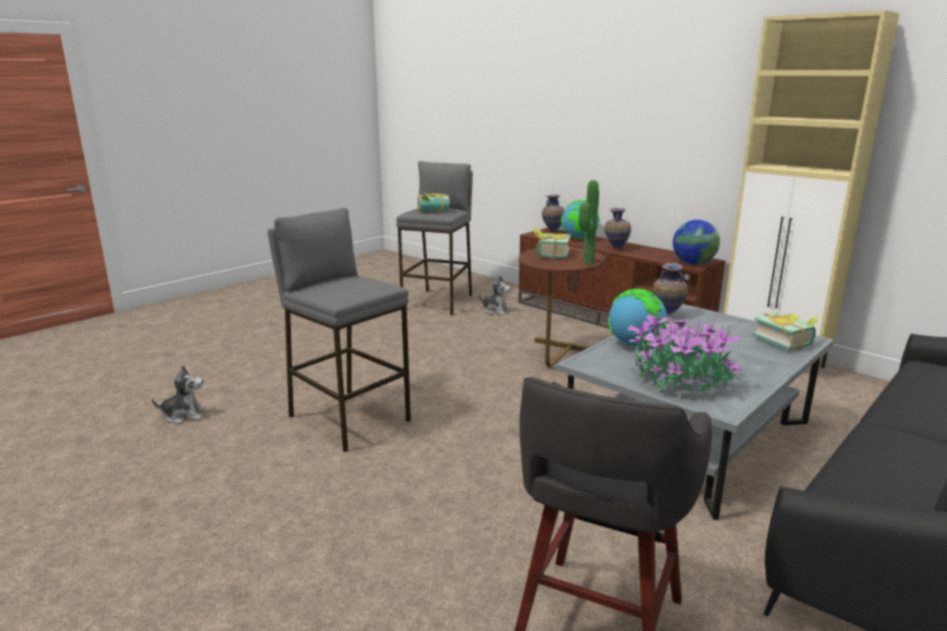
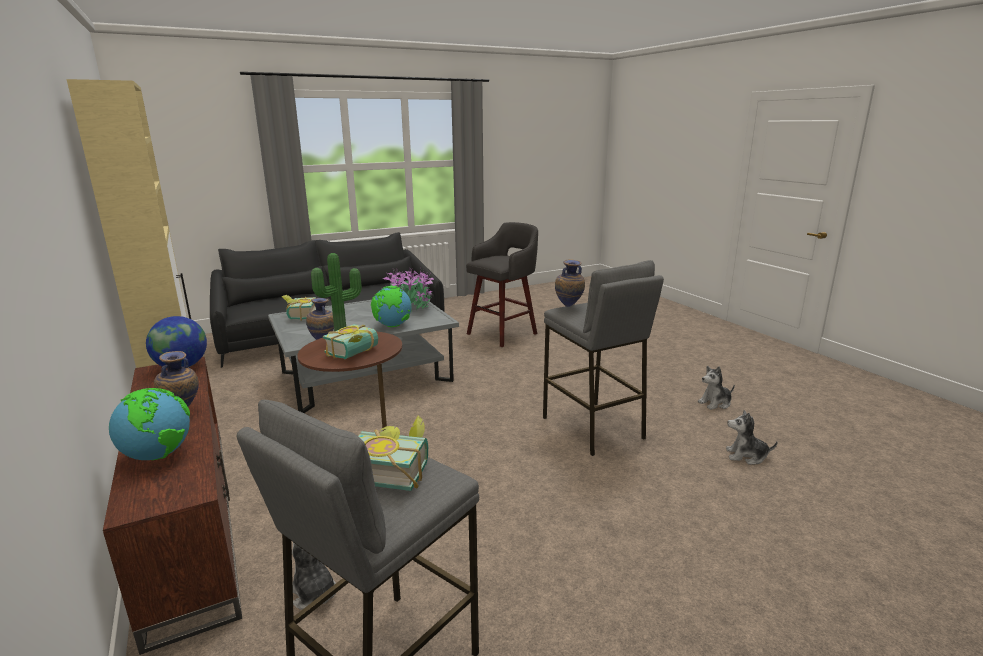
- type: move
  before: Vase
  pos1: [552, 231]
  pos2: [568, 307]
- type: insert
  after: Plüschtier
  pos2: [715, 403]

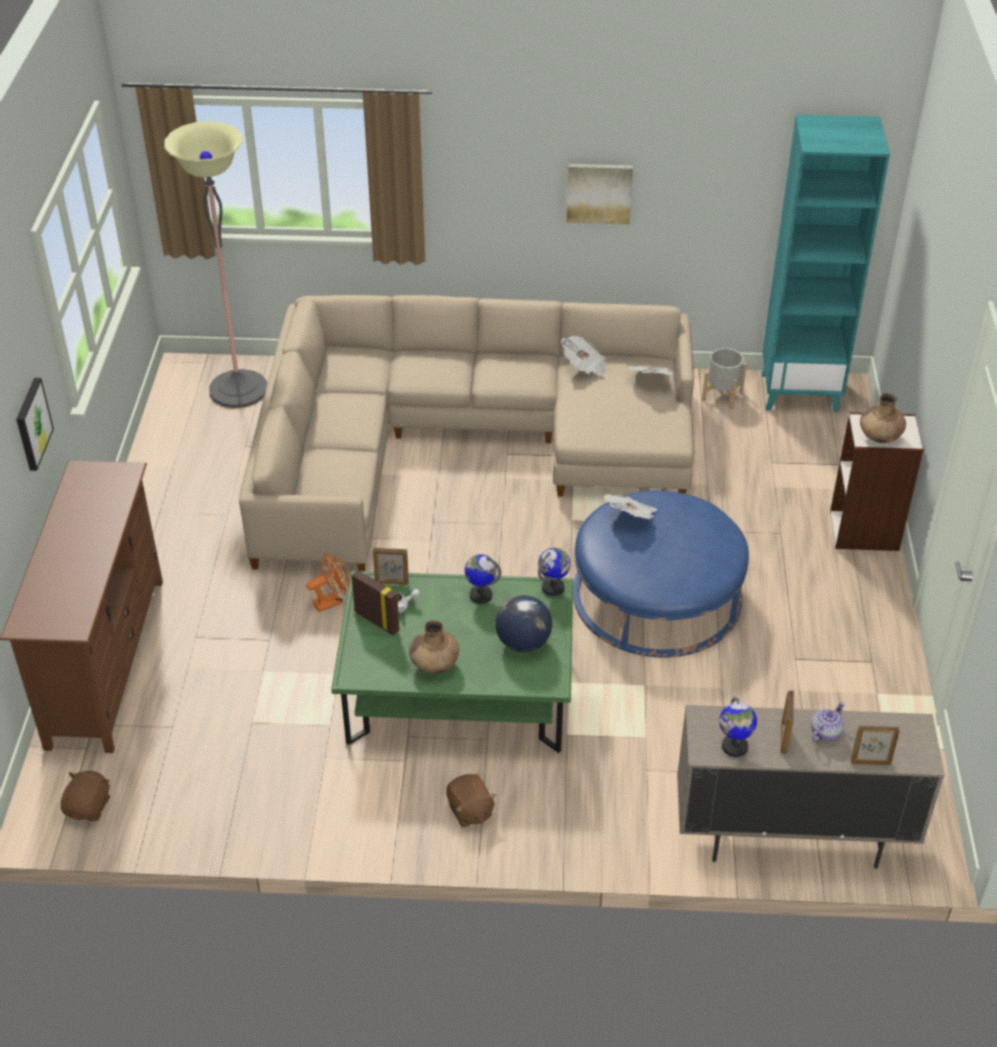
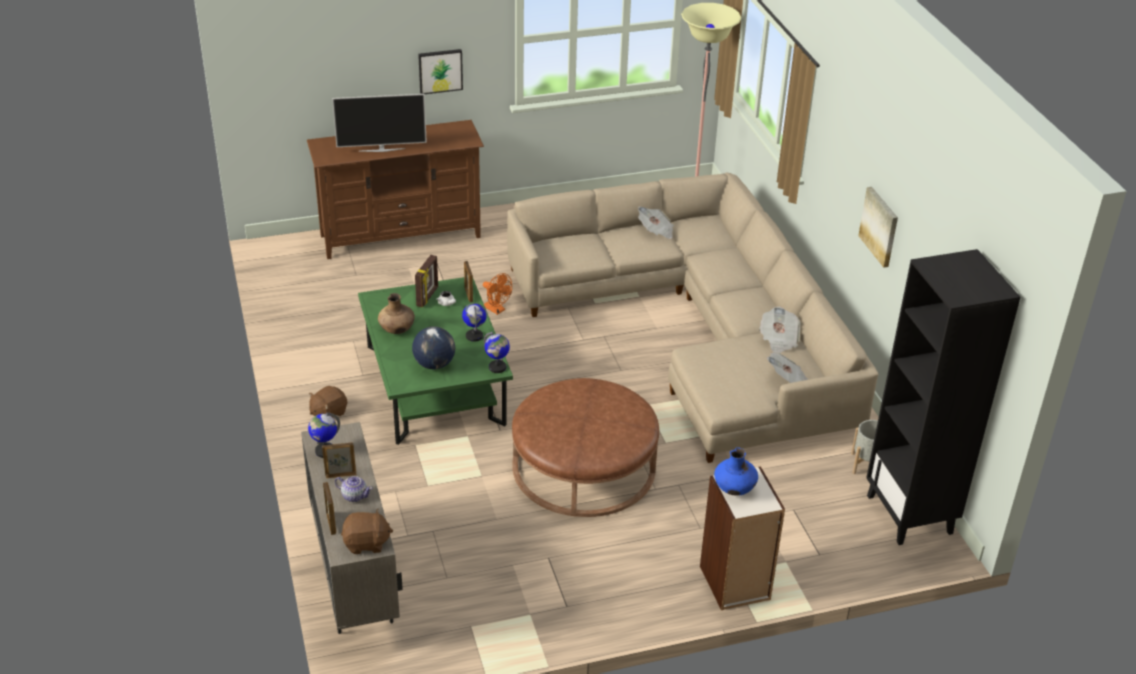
- type: recolor
  before: Bücherregal [türkis]
  after: Bücherregal [schwarz]
  pos1: [800, 392]
  pos2: [910, 515]
- type: recolor
  before: Vase [braun]
  after: Vase [blau]
  pos1: [879, 437]
  pos2: [734, 488]
- type: recolor
  before: Polsterhocker [blau]
  after: Polsterhocker [braun]
  pos1: [657, 595]
  pos2: [584, 466]
- type: move
  before: Zeitung
  pos1: [631, 517]
  pos2: [656, 231]
- type: move
  before: Plüschtier [braun]
  pos1: [89, 807]
  pos2: [366, 543]
- type: insert
  after: Fernseher
  pos2: [381, 149]

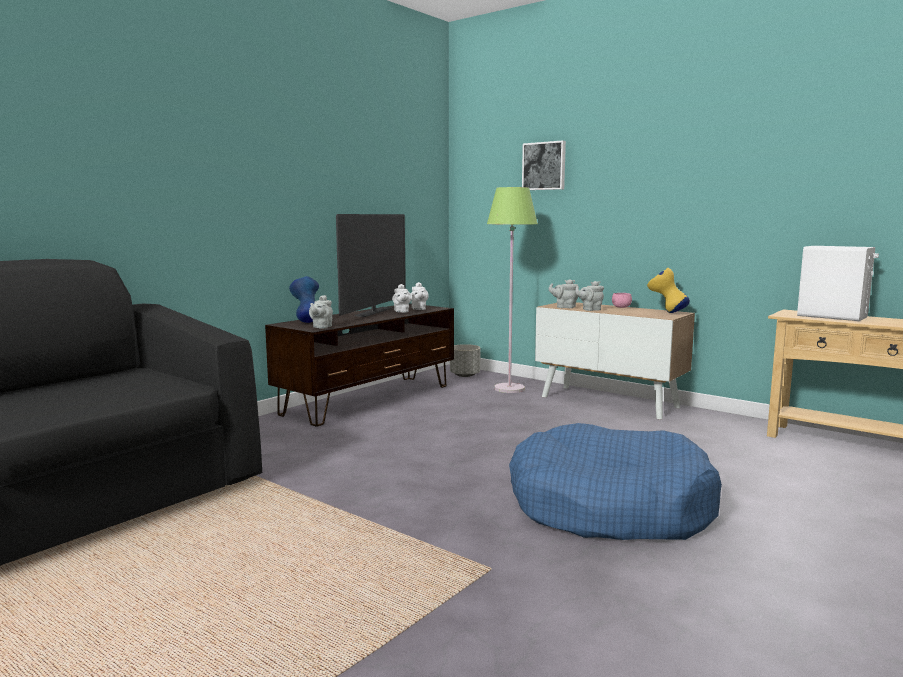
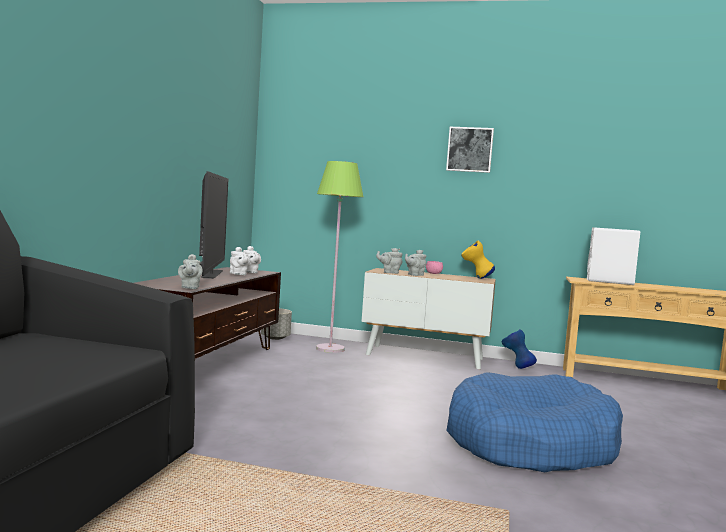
- type: move
  before: Bild
  pos1: [544, 166]
  pos2: [470, 149]
- type: move
  before: Vase [blau]
  pos1: [307, 322]
  pos2: [517, 367]

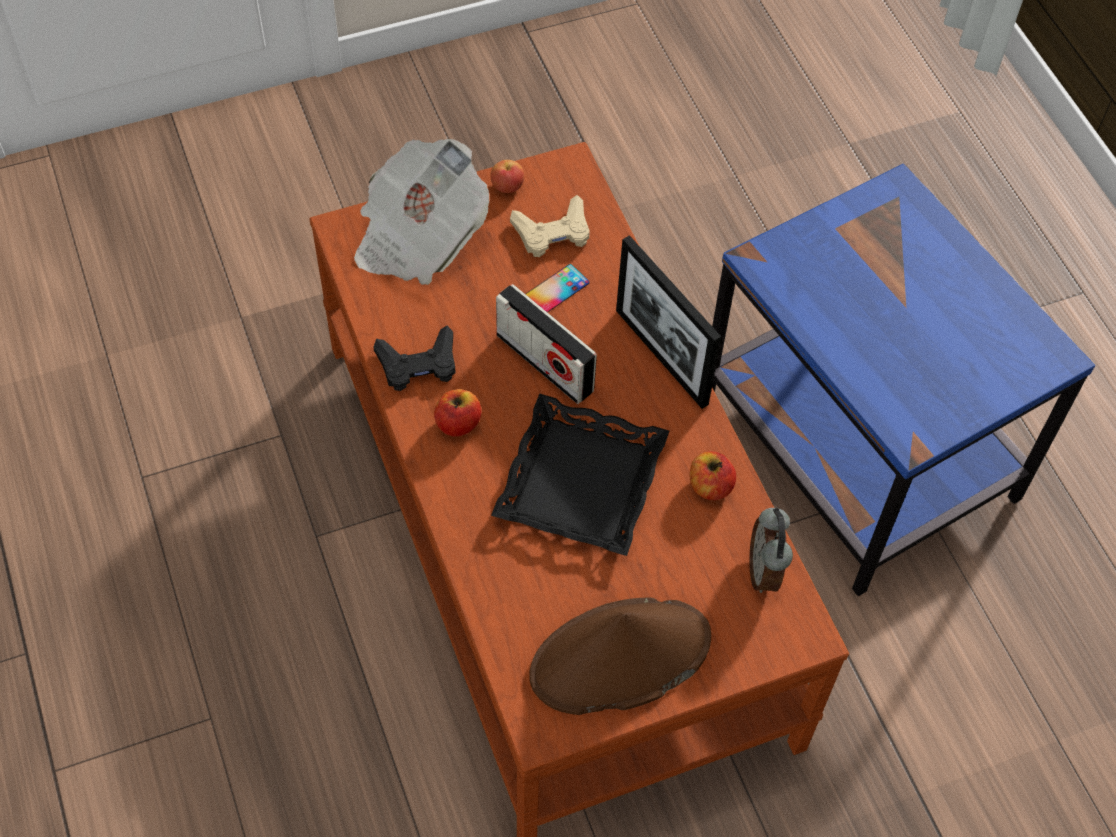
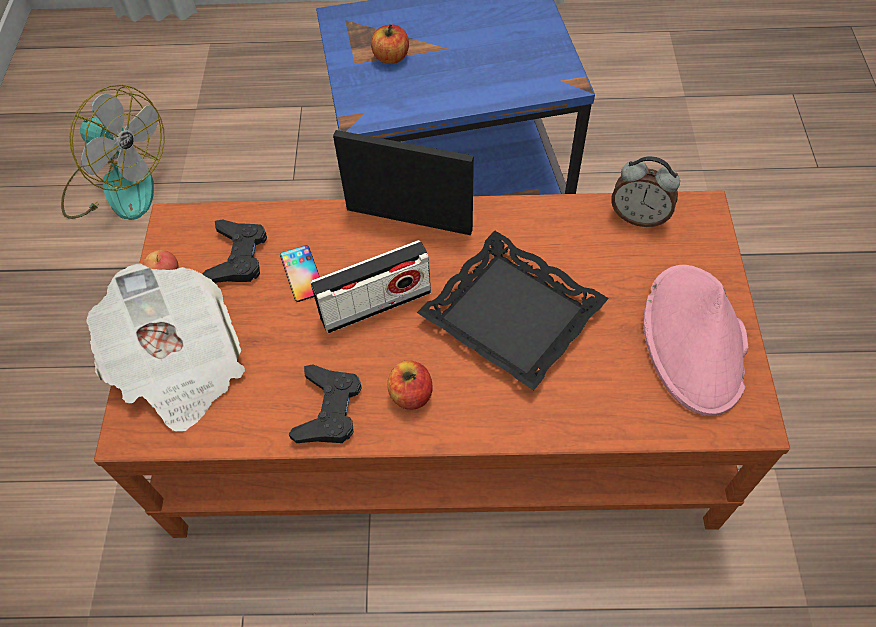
- type: recolor
  before: Gamepad [beige]
  after: Gamepad [schwarz]
  pos1: [552, 232]
  pos2: [238, 256]
- type: rotate
  before: Bilderrahmen
  pos1: [661, 357]
  pos2: [409, 219]
  turn: -150
- type: move
  before: Apfel
  pos1: [710, 486]
  pos2: [391, 57]
- type: recolor
  before: Hut [braun]
  after: Hut [rosa]
  pos1: [619, 658]
  pos2: [694, 340]
- type: insert
  after: Ventilator
  pos2: [118, 185]

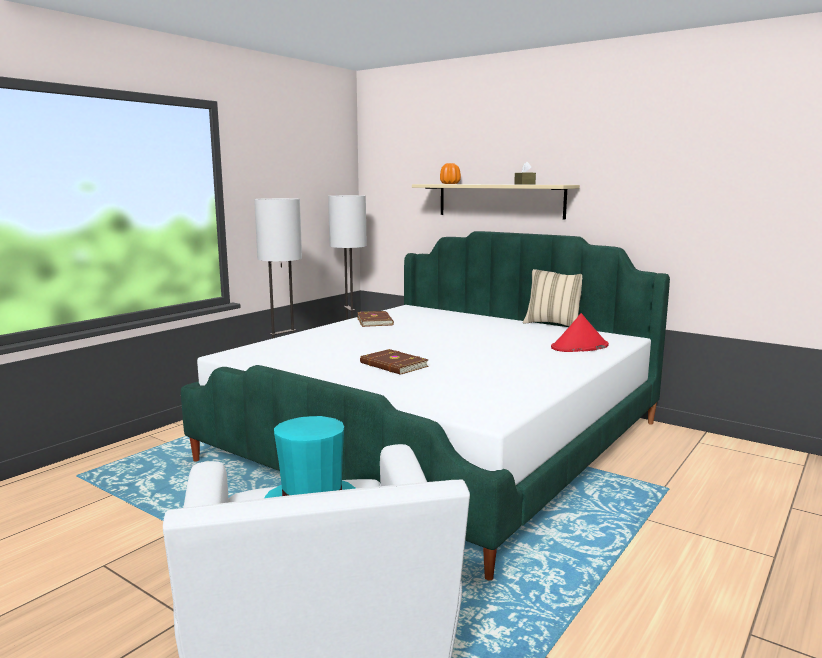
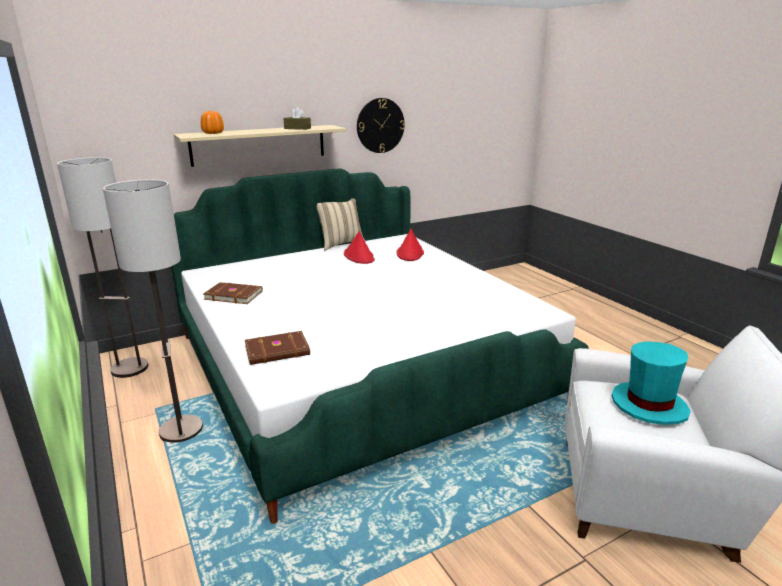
- type: move
  before: Buch [braun]
  pos1: [393, 365]
  pos2: [278, 351]
- type: insert
  after: Wanduhr
  pos2: [380, 125]
- type: insert
  after: Hut [rot]
  pos2: [359, 256]

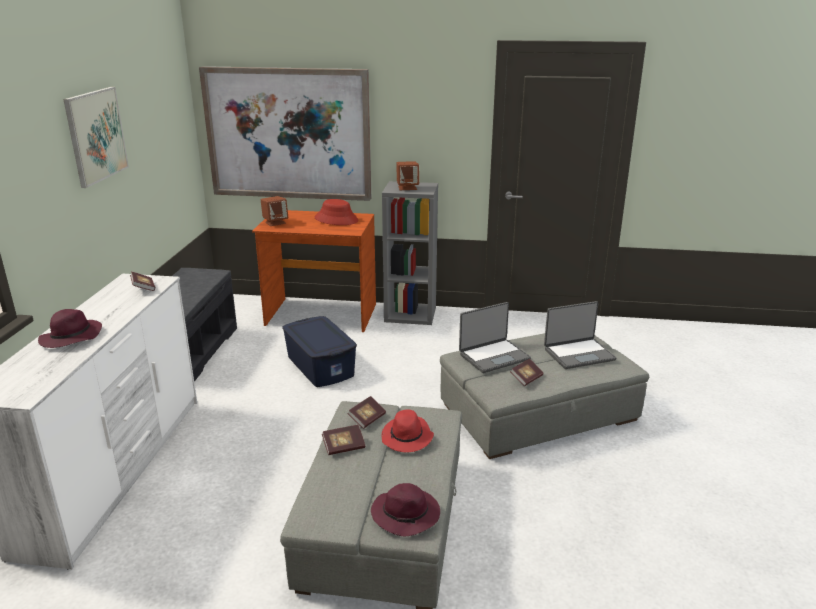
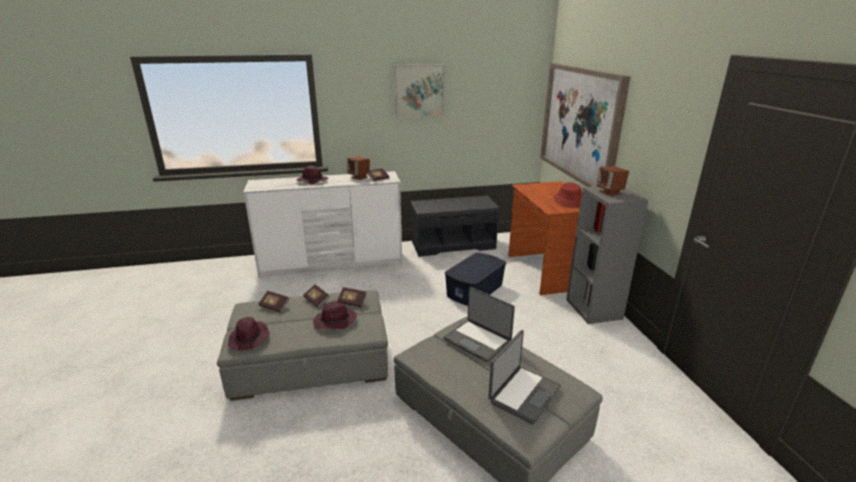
- type: move
  before: Lautsprecher [braun]
  pos1: [275, 222]
  pos2: [359, 177]
- type: rotate
  before: Laptop
  pos1: [578, 354]
  pos2: [523, 394]
  turn: -105
- type: move
  before: Buch
  pos1: [526, 378]
  pos2: [274, 306]
- type: recolor
  before: Hut [rot]
  after: Hut [lila]
  pos1: [407, 438]
  pos2: [334, 322]

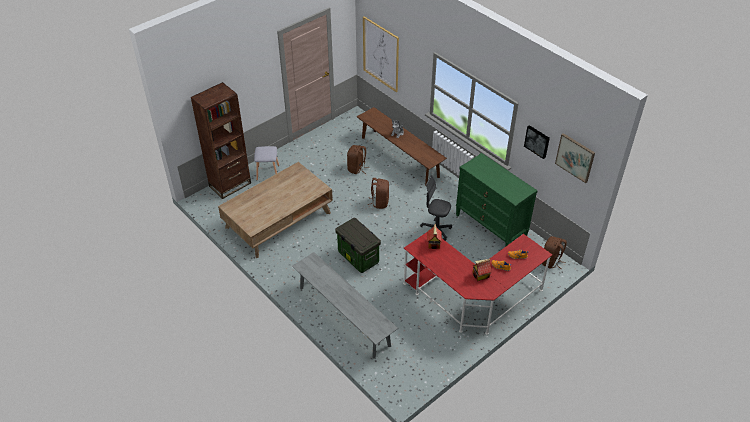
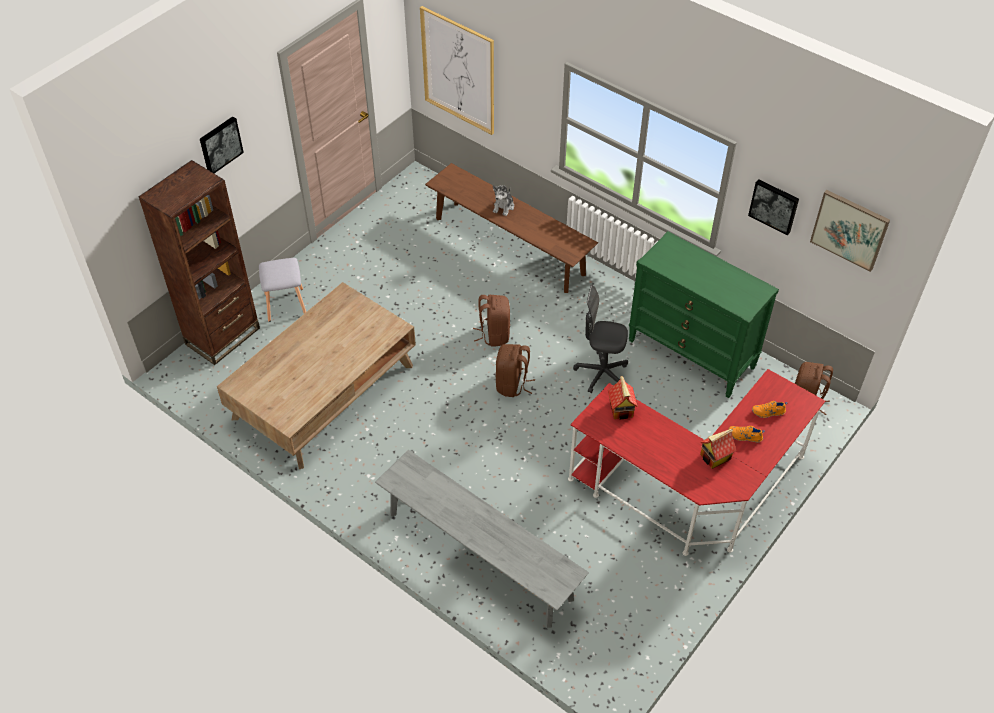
- type: move
  before: Rucksack [braun]
  pos1: [357, 168]
  pos2: [512, 384]
- type: delete
  before: Aufbewahrungsbox
  pos1: [357, 257]
- type: insert
  after: Bild
  pos2: [220, 144]

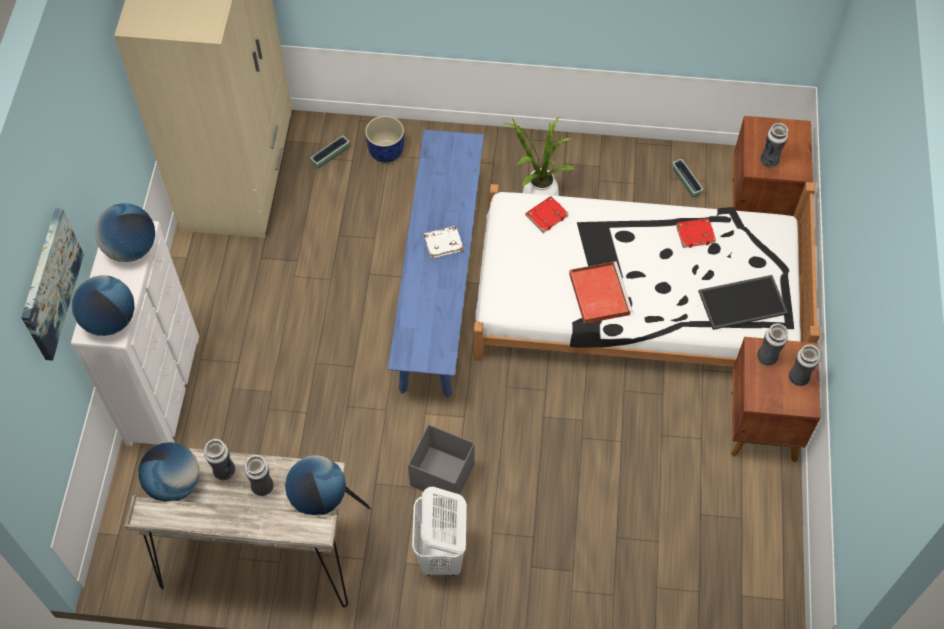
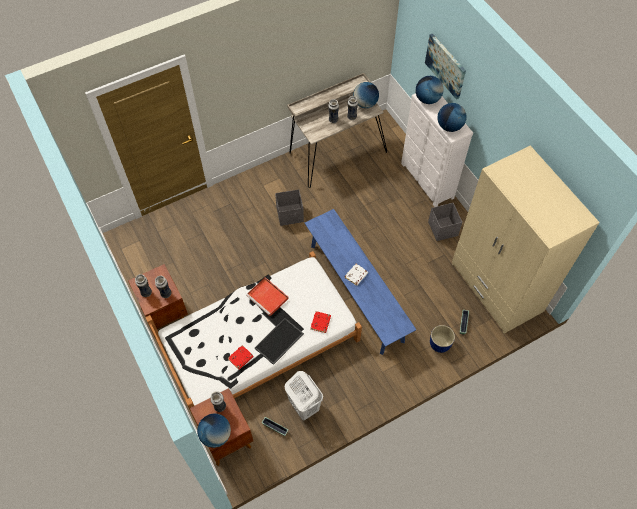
- type: delete
  before: Topfpflanze
  pos1: [537, 193]
- type: move
  before: Tablett
  pos1: [743, 301]
  pos2: [279, 342]
- type: move
  before: Globus
  pos1: [318, 497]
  pos2: [216, 435]
- type: move
  before: Wäschekorb [weiß]
  pos1: [441, 555]
  pos2: [304, 406]
- type: insert
  after: Aufbewahrungsbox [grau]
  pos2: [442, 229]

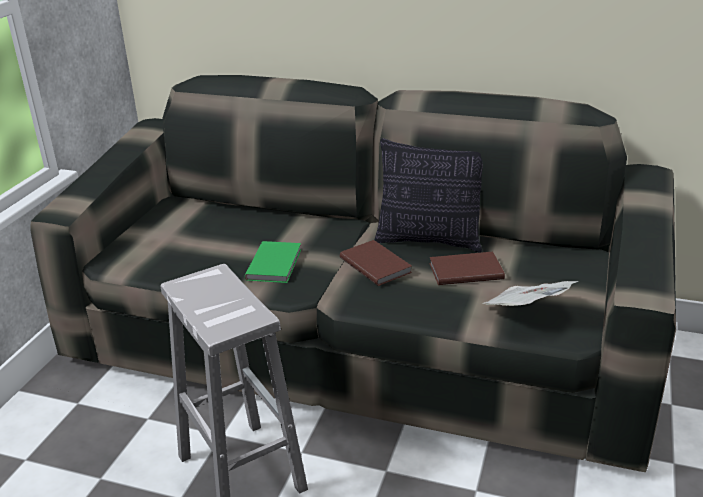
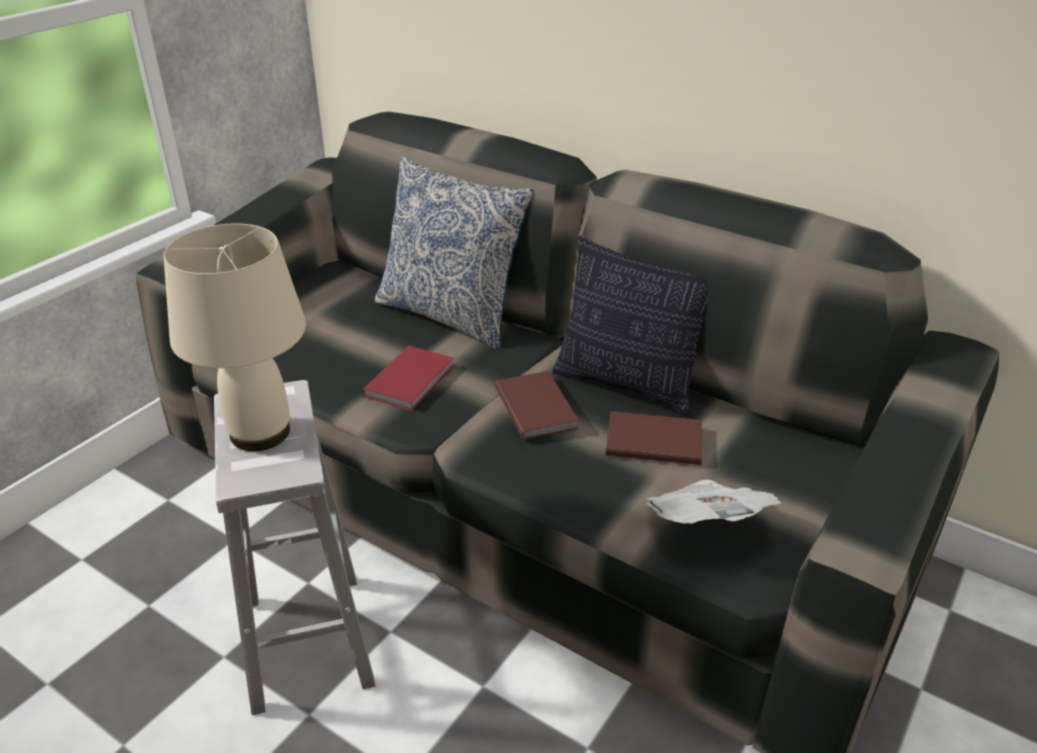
- type: recolor
  before: Buch [grün]
  after: Buch [rot]
  pos1: [276, 264]
  pos2: [412, 380]
- type: insert
  after: Kissen
  pos2: [452, 314]
- type: insert
  after: Tischlampe [beige]
  pos2: [261, 432]

